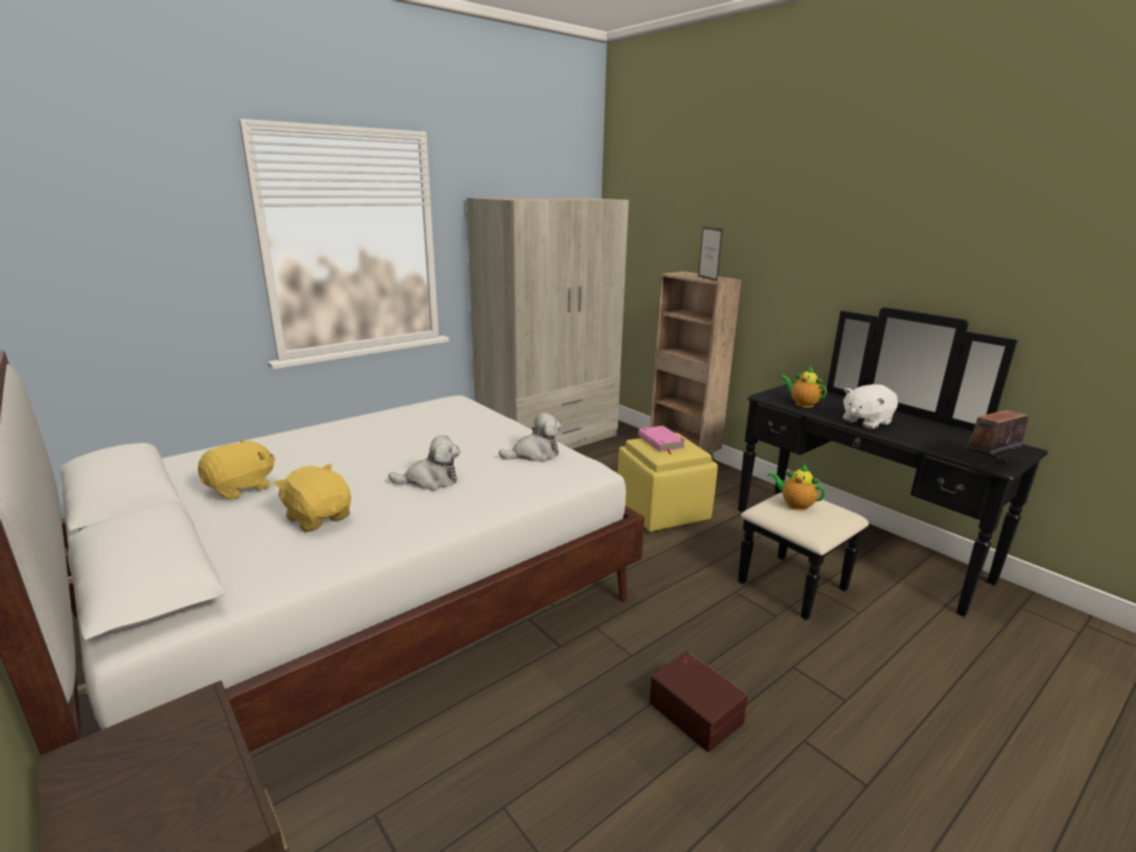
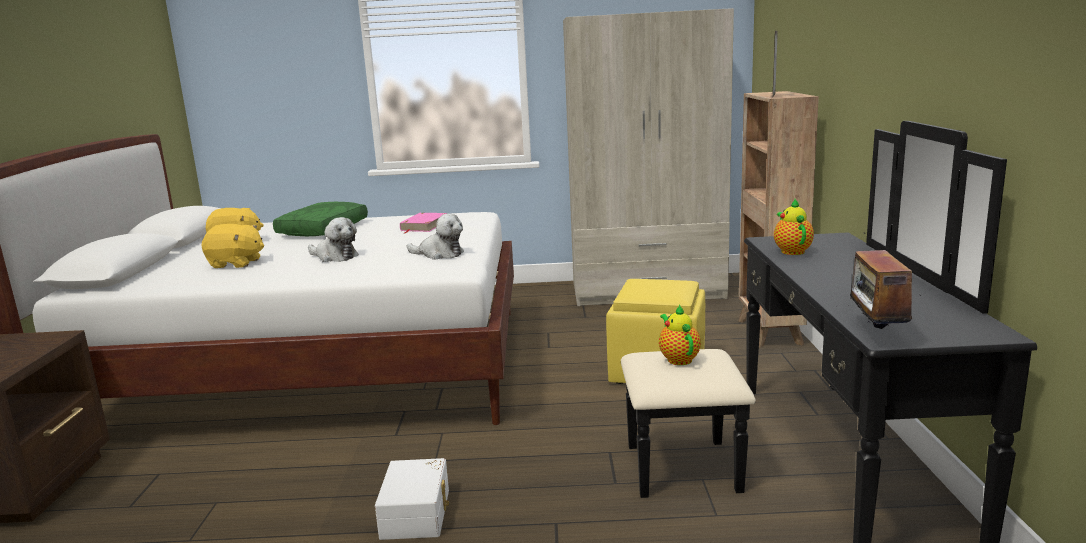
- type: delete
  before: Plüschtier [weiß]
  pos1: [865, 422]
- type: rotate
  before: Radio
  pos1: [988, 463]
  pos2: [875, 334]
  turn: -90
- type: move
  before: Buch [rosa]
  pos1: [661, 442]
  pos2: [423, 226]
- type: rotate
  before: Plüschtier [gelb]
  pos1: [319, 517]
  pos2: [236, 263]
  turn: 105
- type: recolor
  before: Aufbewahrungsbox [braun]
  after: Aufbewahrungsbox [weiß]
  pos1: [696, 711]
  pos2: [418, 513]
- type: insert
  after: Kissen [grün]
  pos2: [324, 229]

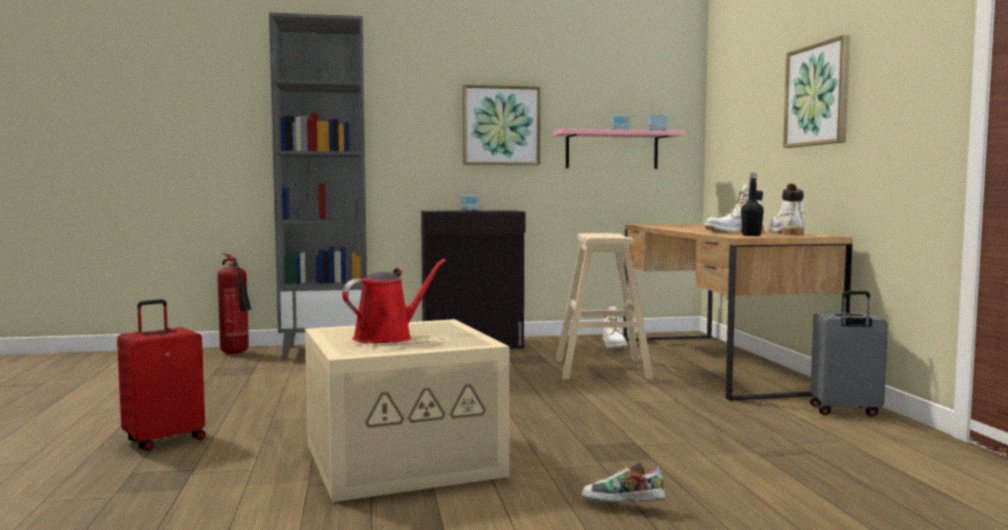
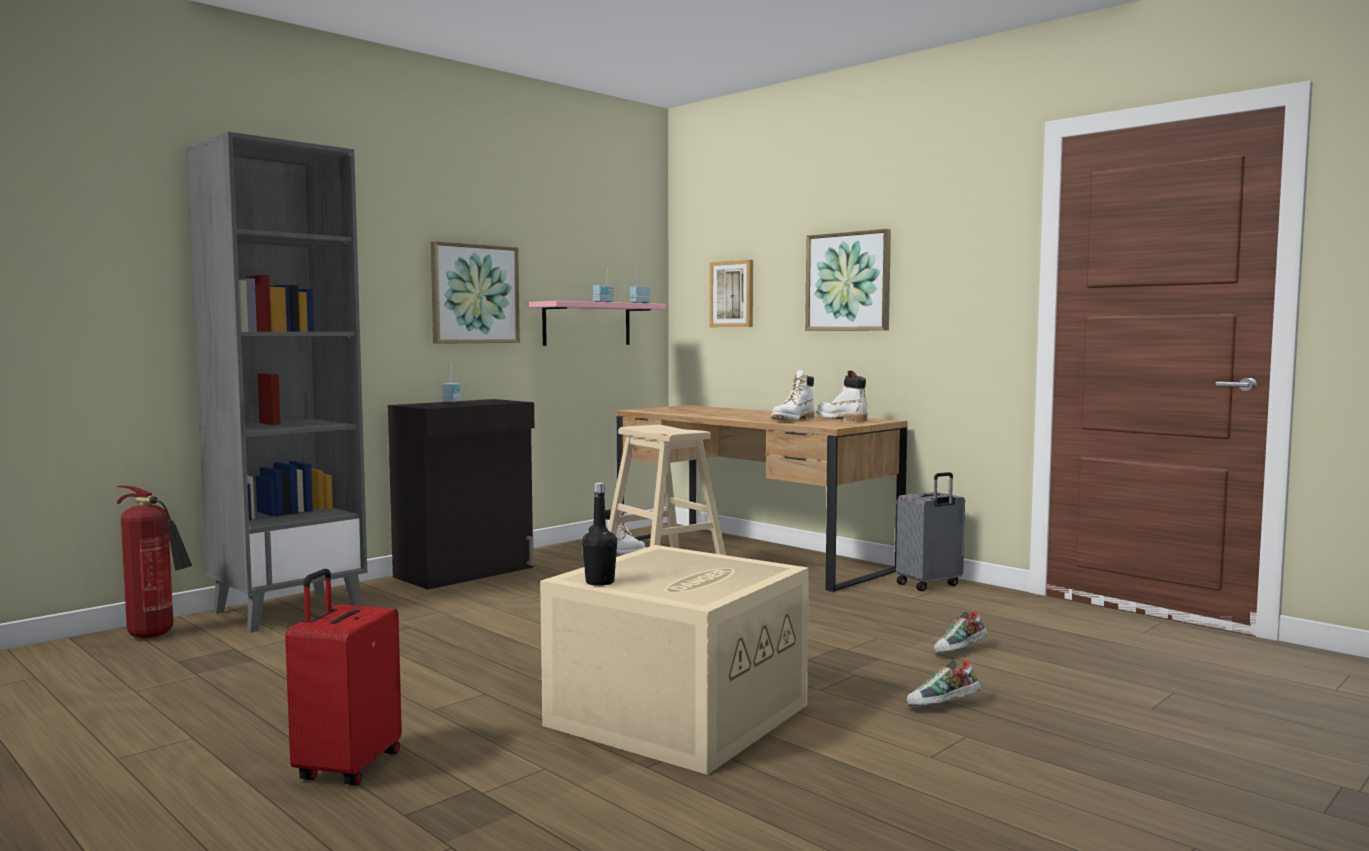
- type: move
  before: Flasche [schwarz]
  pos1: [751, 235]
  pos2: [600, 582]
- type: delete
  before: Gießkanne [rot]
  pos1: [388, 337]
- type: insert
  after: Bild
  pos2: [732, 294]
- type: insert
  after: Schuh
  pos2: [960, 652]

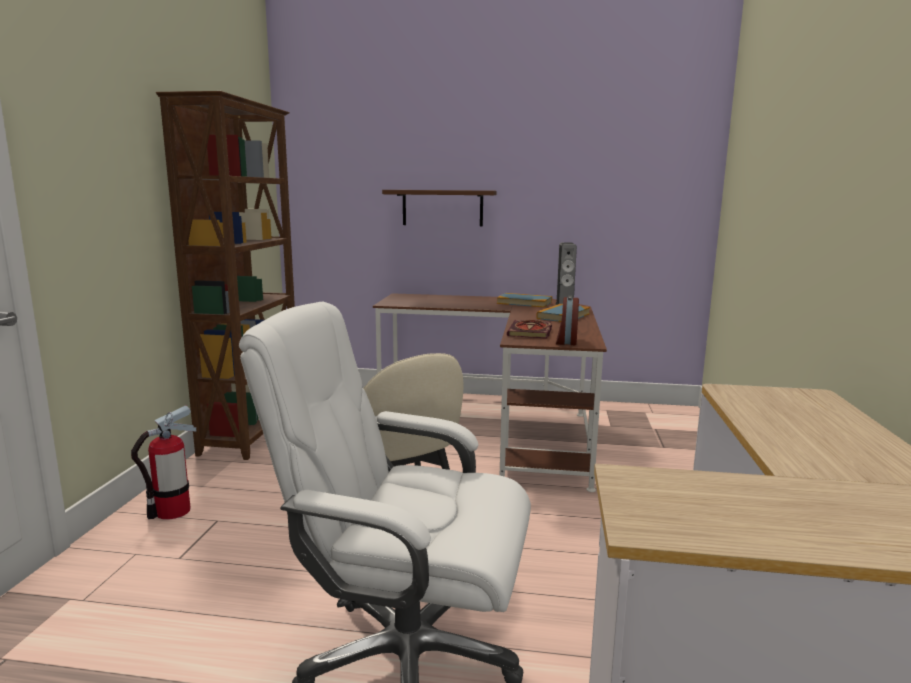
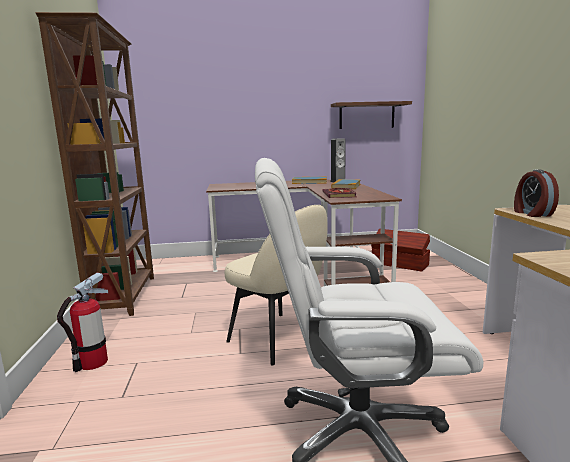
- type: move
  before: Wandregal [braun]
  pos1: [442, 208]
  pos2: [366, 115]
- type: move
  before: Wecker
  pos1: [566, 341]
  pos2: [531, 213]
- type: insert
  after: Aufbewahrungsbox [braun]
  pos2: [400, 264]

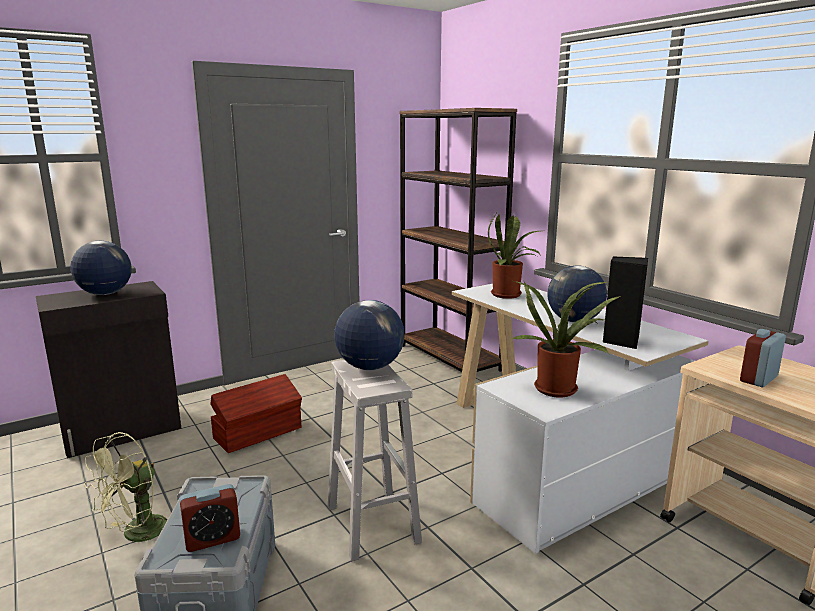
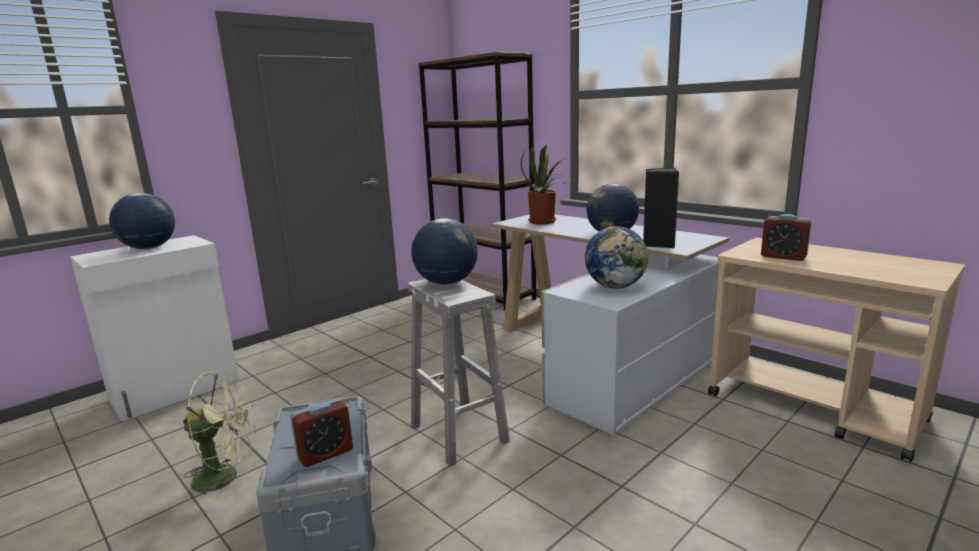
- type: recolor
  before: Schrank [schwarz]
  after: Schrank [weiß]
  pos1: [123, 431]
  pos2: [177, 390]
- type: replace
  before: Topfpflanze
  after: Globus
  pos1: [558, 388]
  pos2: [615, 286]
- type: rotate
  before: Wecker
  pos1: [758, 379]
  pos2: [783, 257]
  turn: -90
- type: delete
  before: Aufbewahrungsbox [braun]
  pos1: [259, 433]
- type: rotate
  before: Ventilator [grün]
  pos1: [138, 535]
  pos2: [226, 477]
  turn: -120

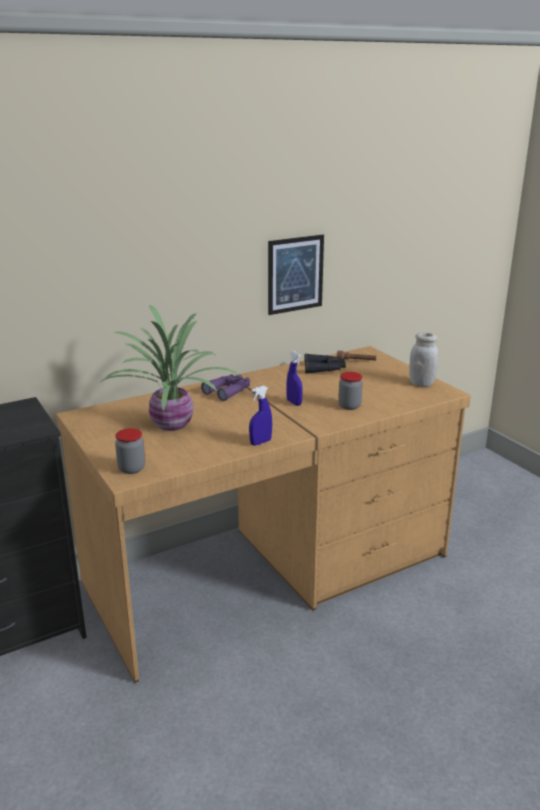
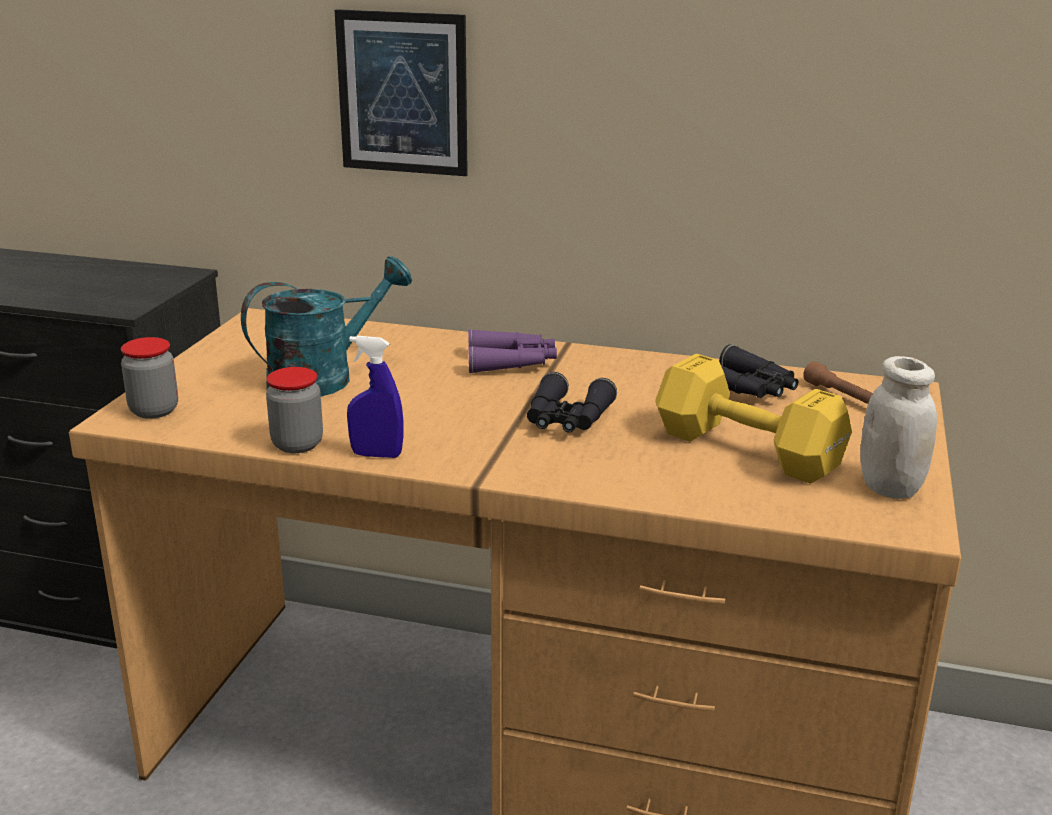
- type: move
  before: Bild
  pos1: [295, 274]
  pos2: [402, 93]
- type: replace
  before: Topfpflanze
  after: Gießkanne [türkis]
  pos1: [170, 426]
  pos2: [324, 377]
- type: replace
  before: Sprühflasche [blau]
  after: Fernglas [schwarz]
  pos1: [294, 403]
  pos2: [567, 420]
- type: move
  before: Vorratsglas
  pos1: [349, 406]
  pos2: [297, 444]
- type: insert
  after: Hantel [gelb]
  pos2: [750, 452]

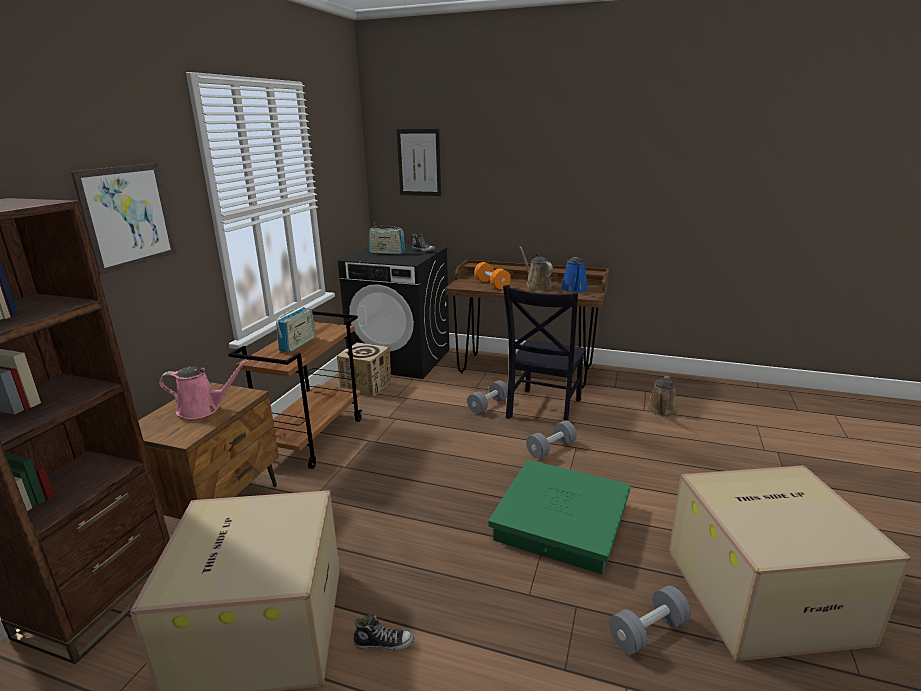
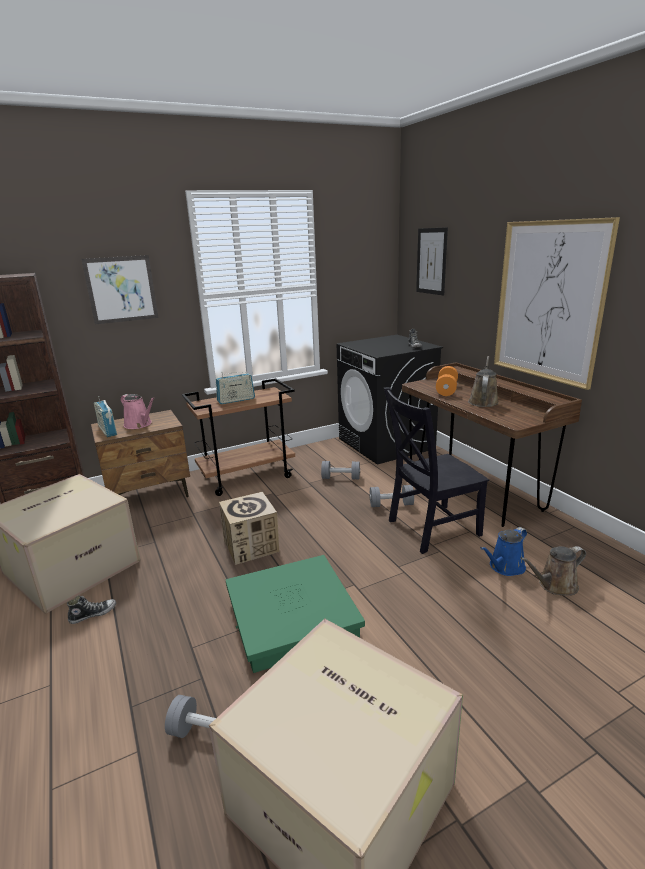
- type: move
  before: Radio
  pos1: [387, 253]
  pos2: [108, 431]
- type: move
  before: Gießkanne [blau]
  pos1: [574, 289]
  pos2: [505, 567]
- type: move
  before: Karton
  pos1: [366, 385]
  pos2: [251, 546]
- type: move
  before: Hantel [grau]
  pos1: [551, 449]
  pos2: [340, 478]
- type: rotate
  before: Schuh
  pos1: [384, 643]
  pos2: [93, 614]
  turn: -75
- type: insert
  after: Bild
  pos2: [548, 301]

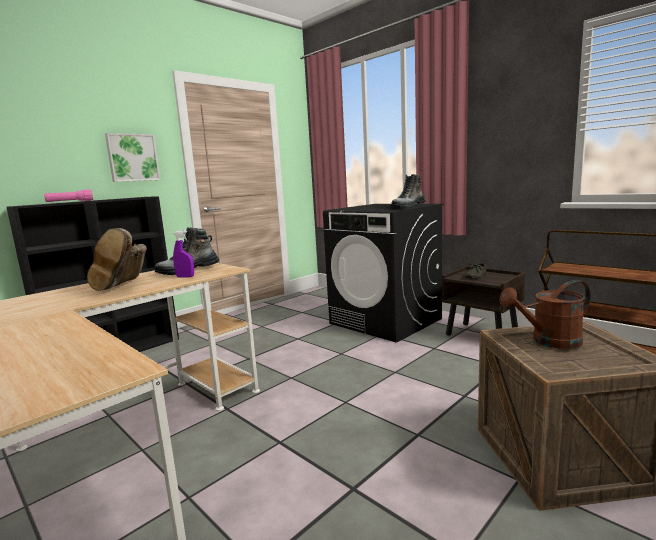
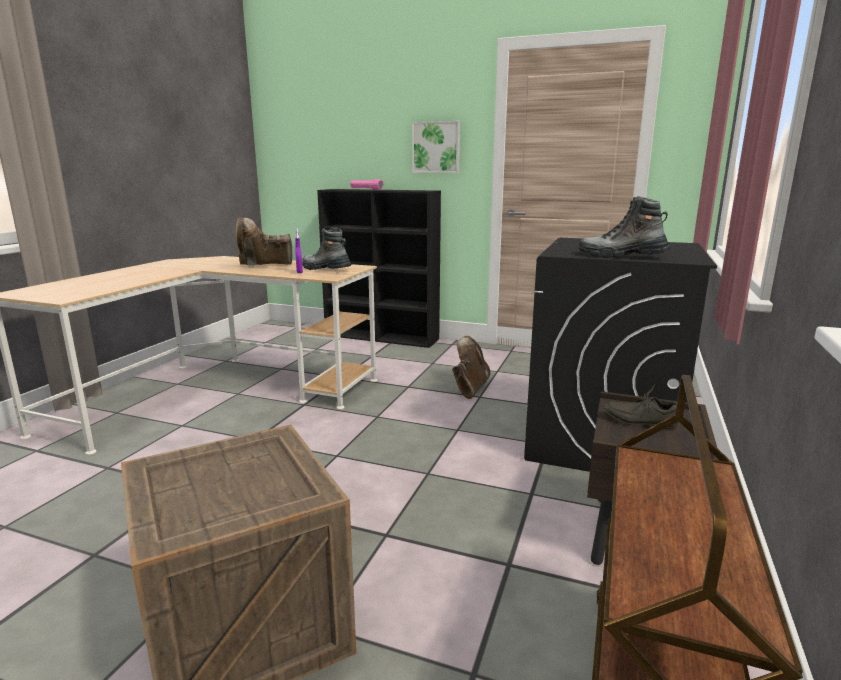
- type: delete
  before: Gießkanne [braun]
  pos1: [549, 341]
- type: insert
  after: Stiefel [braun]
  pos2: [469, 388]

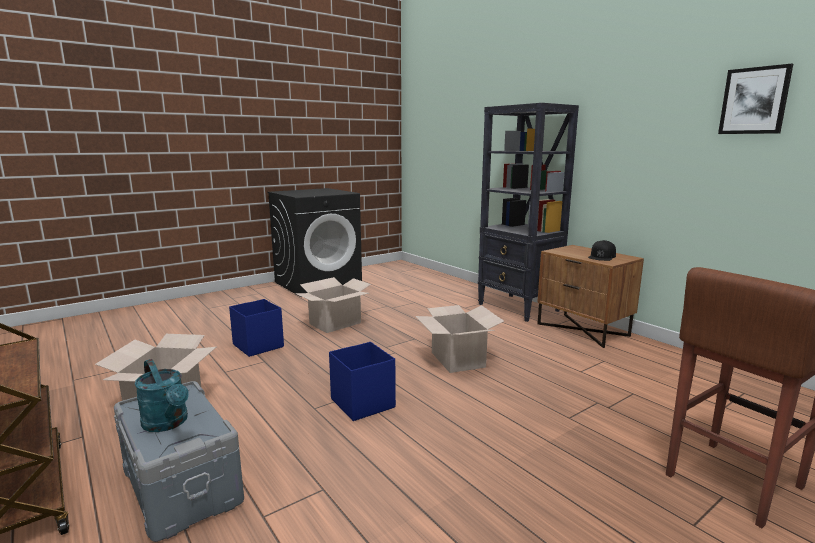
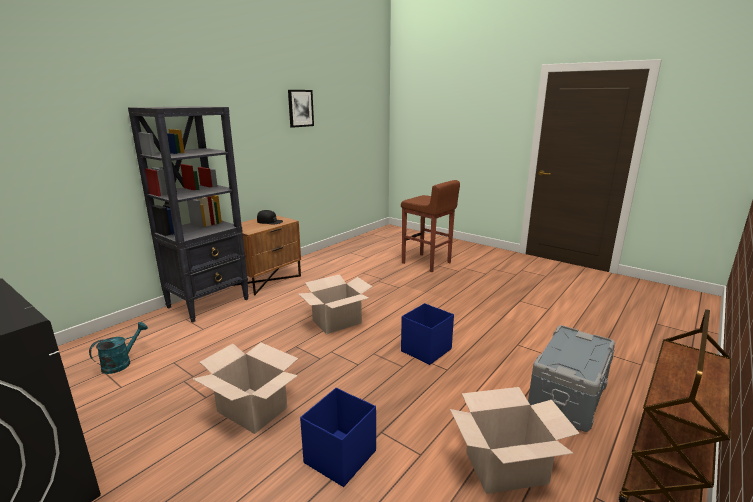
- type: move
  before: Gießkanne [türkis]
  pos1: [168, 423]
  pos2: [121, 363]

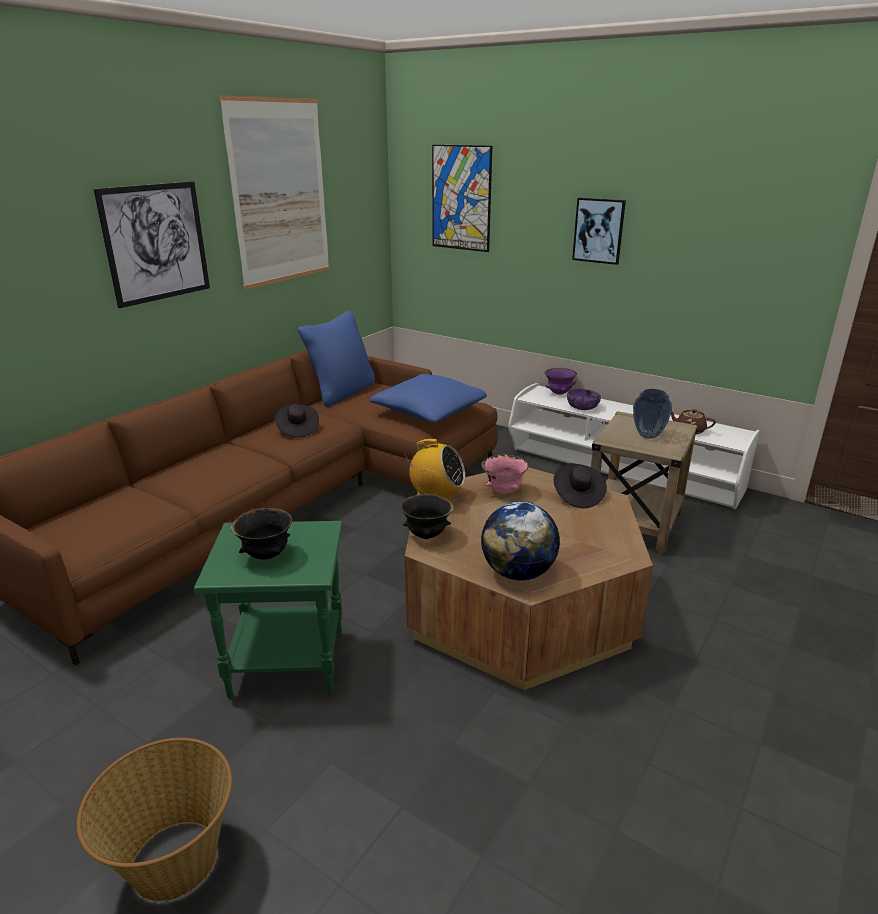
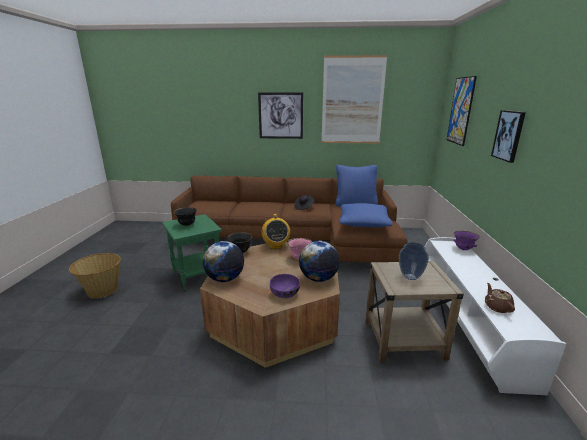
- type: move
  before: Schüssel [lila]
  pos1: [583, 407]
  pos2: [285, 293]
- type: replace
  before: Hut [schwarz]
  after: Globus
  pos1: [577, 496]
  pos2: [318, 278]

